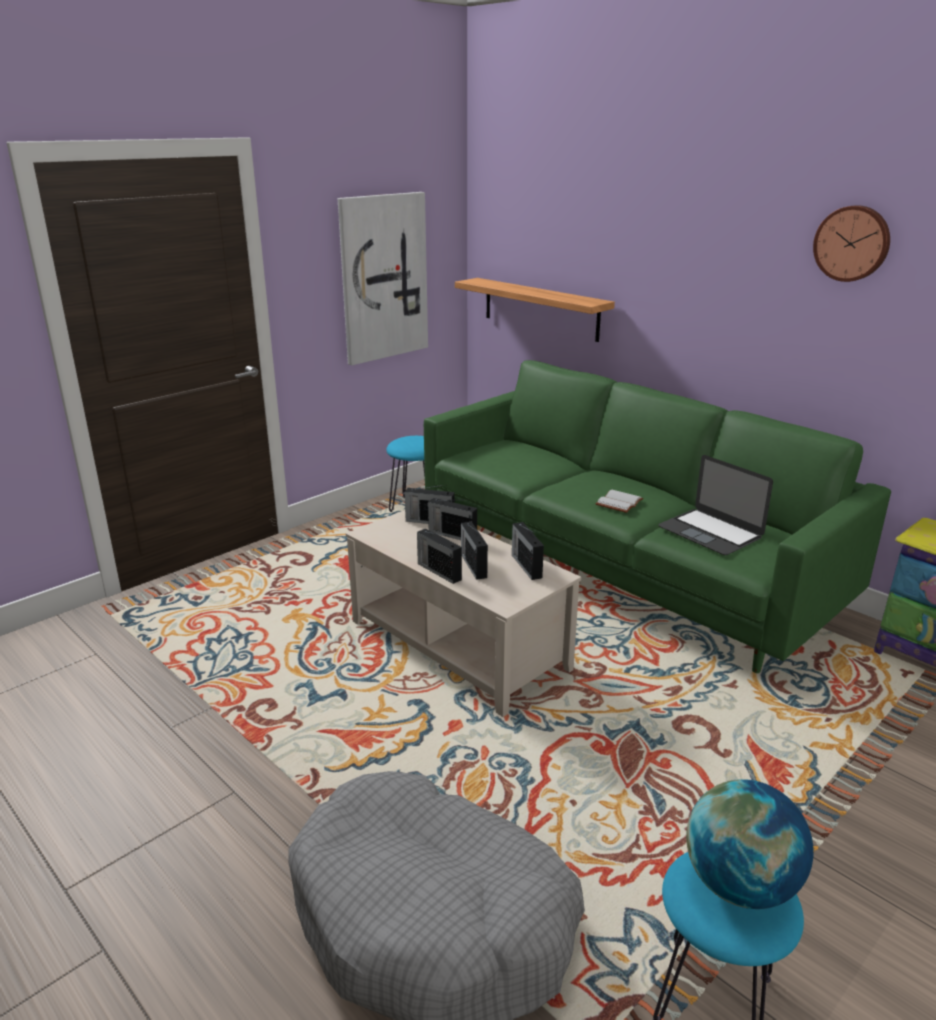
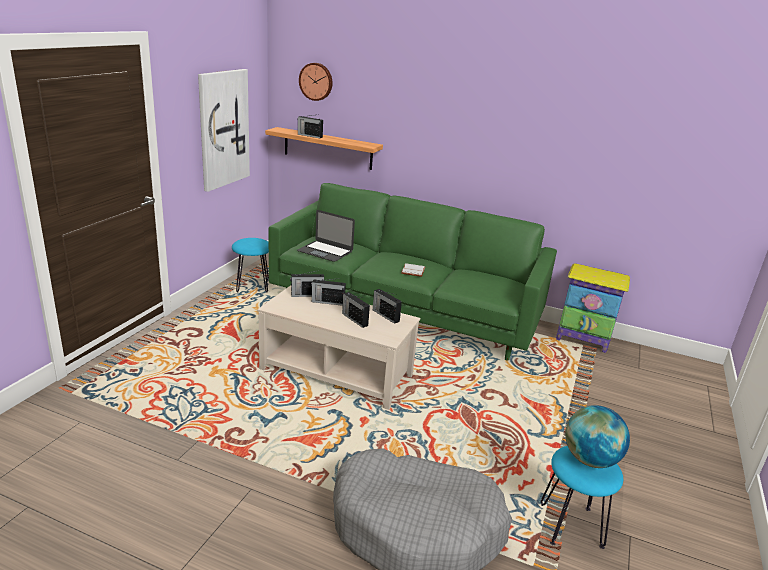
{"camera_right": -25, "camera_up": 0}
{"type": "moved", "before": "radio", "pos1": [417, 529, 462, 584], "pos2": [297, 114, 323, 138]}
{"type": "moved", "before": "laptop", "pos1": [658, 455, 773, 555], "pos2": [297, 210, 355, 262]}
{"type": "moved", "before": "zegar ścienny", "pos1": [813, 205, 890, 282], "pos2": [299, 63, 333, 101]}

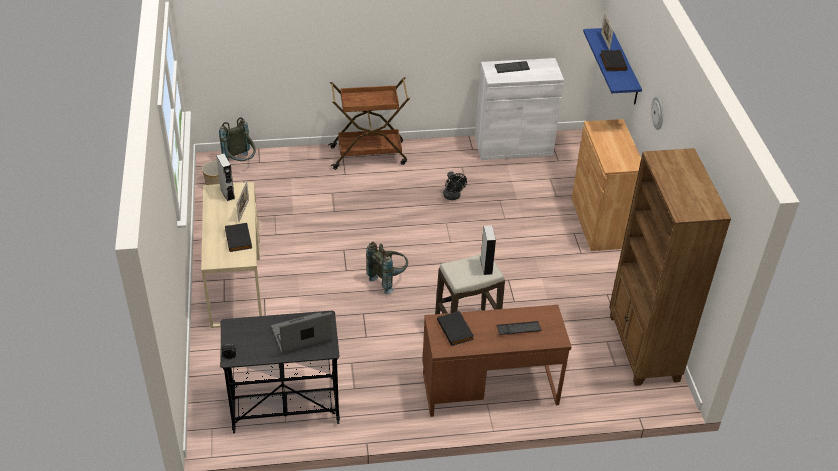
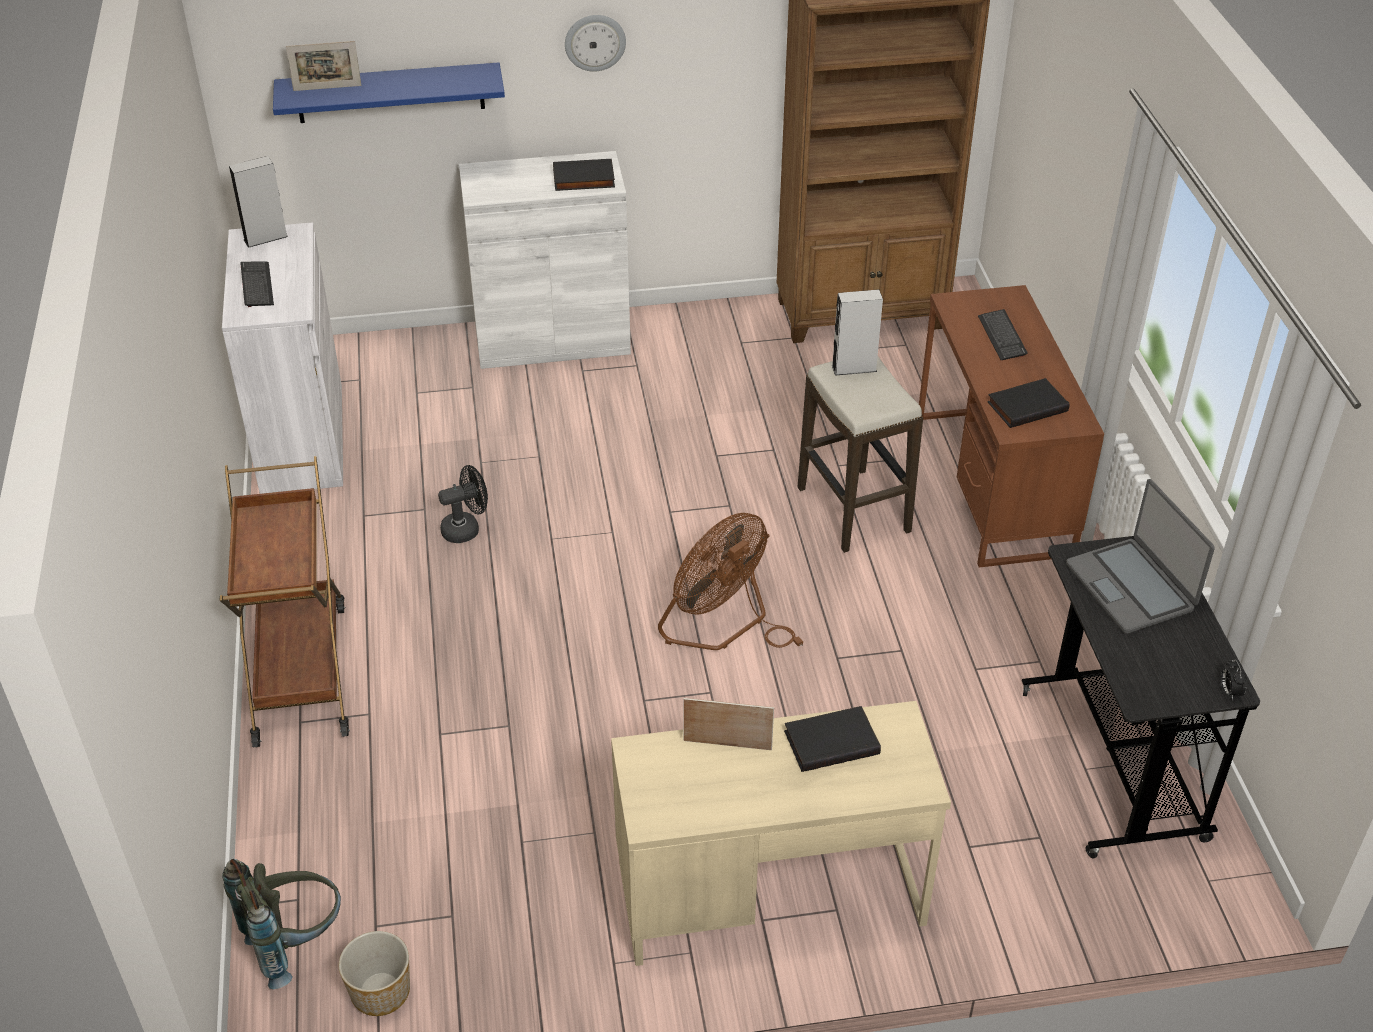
{"camera_right": -90, "camera_up": 0}
{"type": "moved", "before": "głośnik [szary]", "pos1": [216, 153, 235, 201], "pos2": [229, 156, 288, 248]}
{"type": "moved", "before": "książka [czarny]", "pos1": [600, 50, 627, 71], "pos2": [553, 159, 615, 191]}
{"type": "replaced", "before": "plecak [szary]", "after": "wentylator [brązowy]", "pos1": [366, 242, 408, 294], "pos2": [658, 513, 803, 650]}
{"type": "recoloured", "before": "szafka [brązowy]", "after": "szafka [biały]", "pos1": [571, 119, 641, 251], "pos2": [459, 151, 631, 369]}

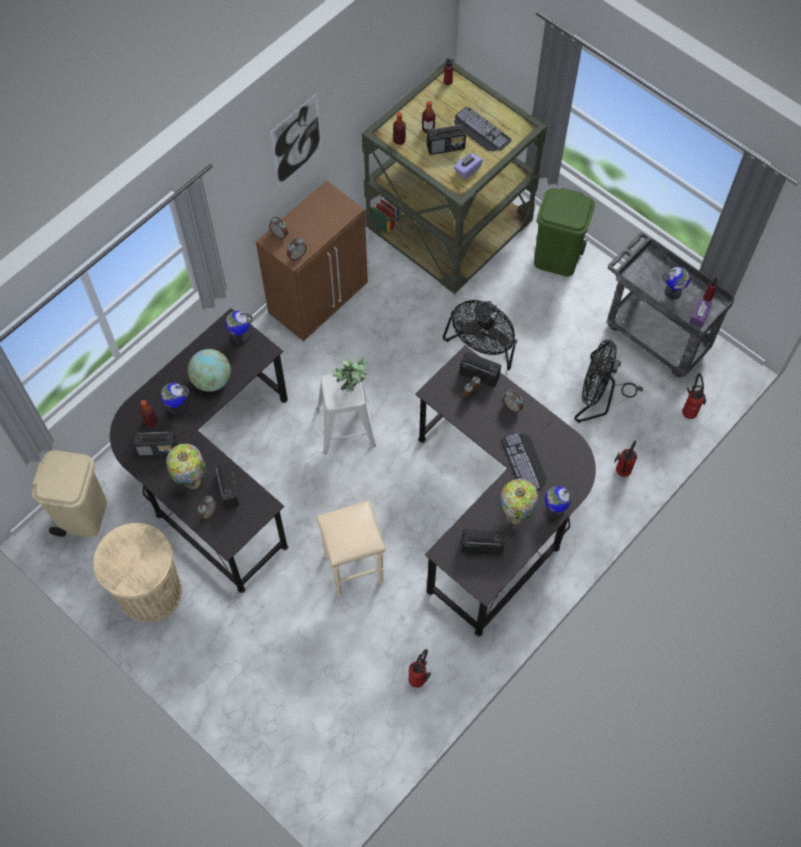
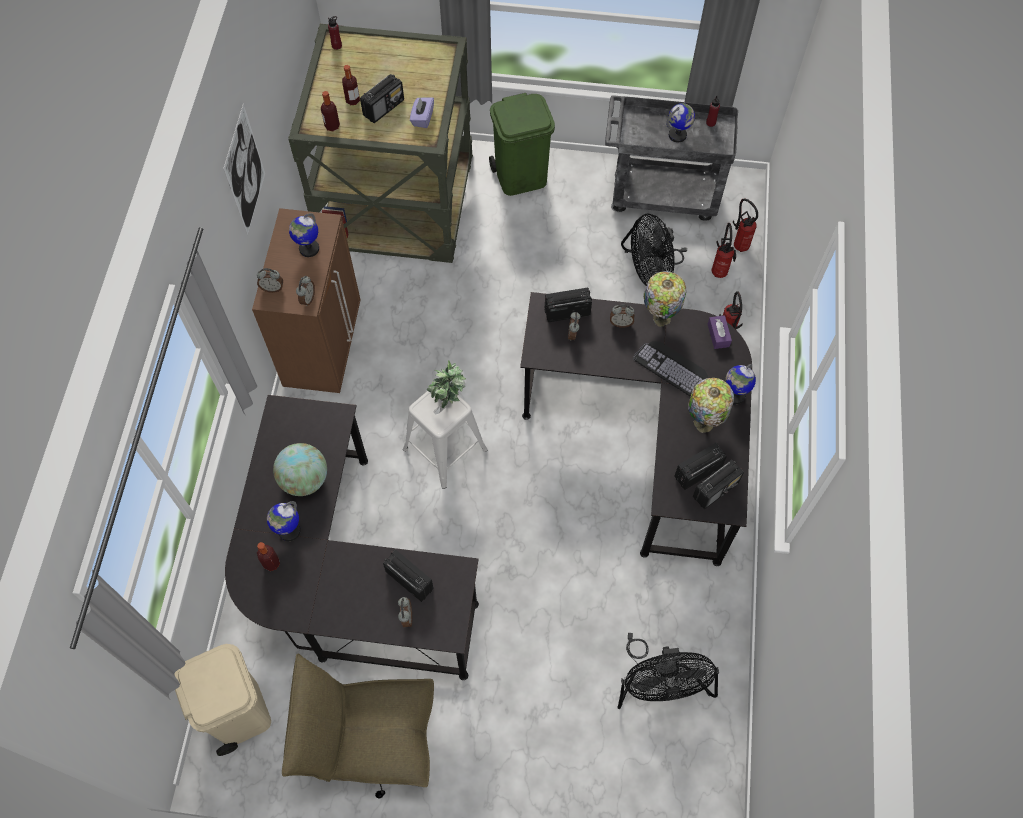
{"camera_right": -35, "camera_up": 0}
{"type": "removed", "before": "stołek [beżowy]", "pos1": [316, 501, 385, 597]}
{"type": "removed", "before": "klawiatura", "pos1": [454, 107, 512, 152]}
{"type": "moved", "before": "radio", "pos1": [133, 432, 177, 456], "pos2": [693, 460, 744, 509]}
{"type": "moved", "before": "lampa stołowa", "pos1": [166, 444, 206, 489], "pos2": [644, 271, 686, 326]}
{"type": "moved", "before": "globus", "pos1": [225, 311, 253, 344], "pos2": [289, 213, 319, 257]}
{"type": "moved", "before": "gaśnica", "pos1": [408, 649, 431, 688], "pos2": [712, 223, 736, 278]}
{"type": "moved", "before": "wentylator [czarny]", "pos1": [443, 300, 517, 370], "pos2": [618, 633, 719, 709]}
{"type": "moved", "before": "pudełko chusteczek [fioletowy]", "pos1": [690, 298, 713, 327], "pos2": [708, 315, 732, 349]}
{"type": "replaced", "before": "kosz na śmieci [beżowy]", "after": "krzesło biurowe [beżowy]", "pos1": [93, 523, 182, 623], "pos2": [282, 653, 434, 799]}

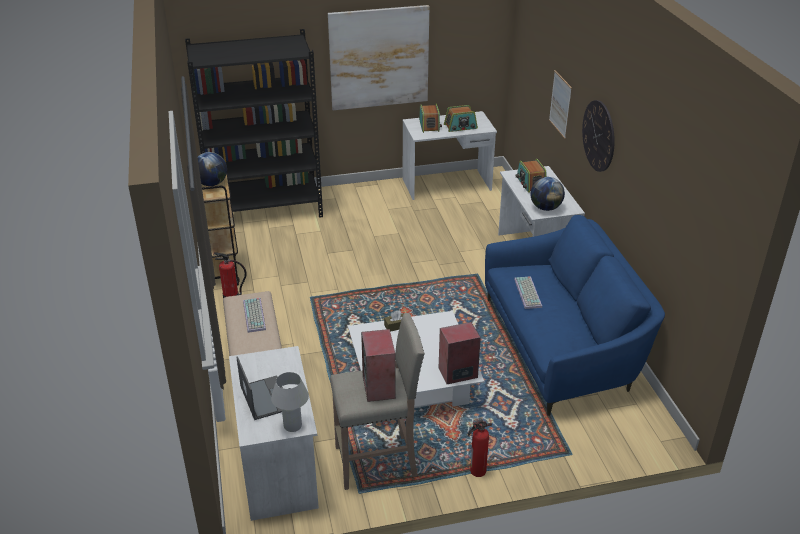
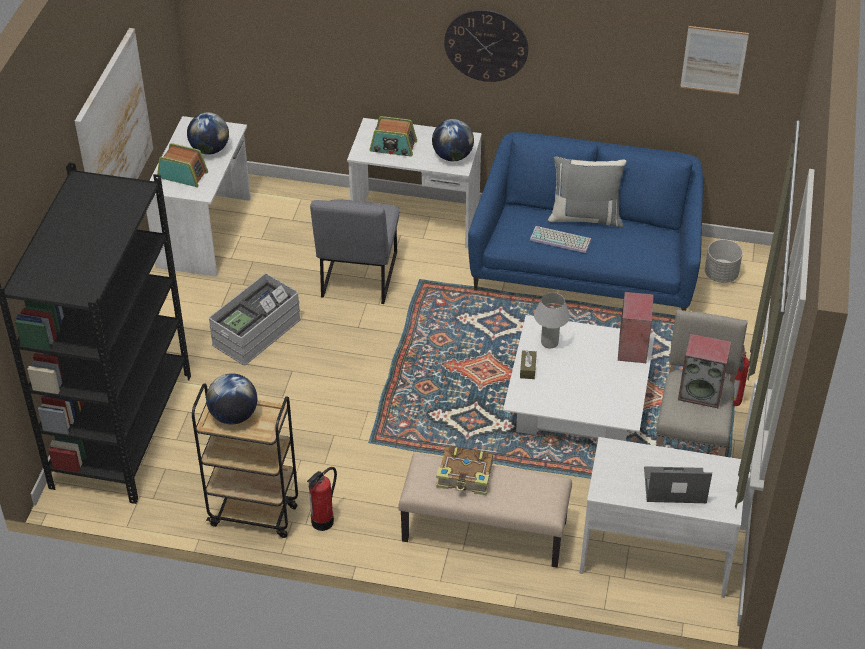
{"camera_right": -65, "camera_up": 10}
{"type": "added", "after": "pojemnik do przechowywania [szary]", "pos2": [209, 273, 301, 365]}
{"type": "added", "after": "krzesło [szary]", "pos2": [310, 199, 400, 304]}
{"type": "added", "after": "poduszka [szary]", "pos2": [548, 156, 627, 228]}
{"type": "added", "after": "donica [szary]", "pos2": [705, 239, 743, 283]}
{"type": "moved", "before": "lampa stołowa [biały]", "pos1": [271, 372, 309, 432], "pos2": [534, 292, 570, 348]}
{"type": "moved", "before": "obraz", "pos1": [549, 70, 572, 139], "pos2": [680, 26, 749, 95]}
{"type": "replaced", "before": "klawiatura", "after": "książka", "pos1": [243, 298, 266, 333], "pos2": [436, 446, 493, 495]}
{"type": "replaced", "before": "radio", "after": "globus", "pos1": [444, 105, 478, 132], "pos2": [187, 113, 229, 155]}

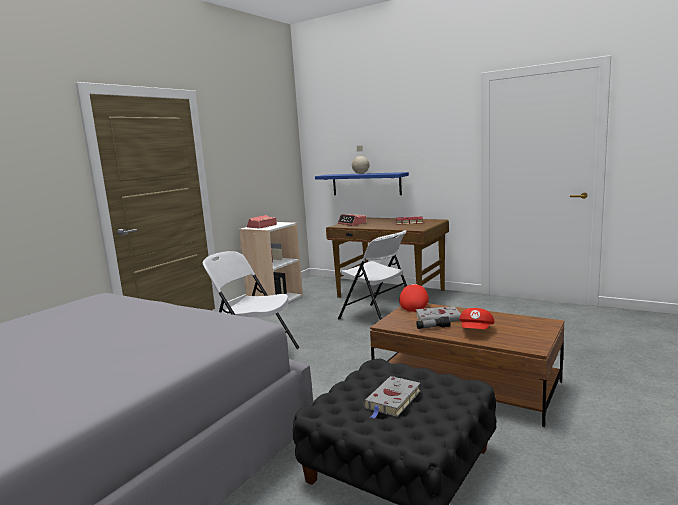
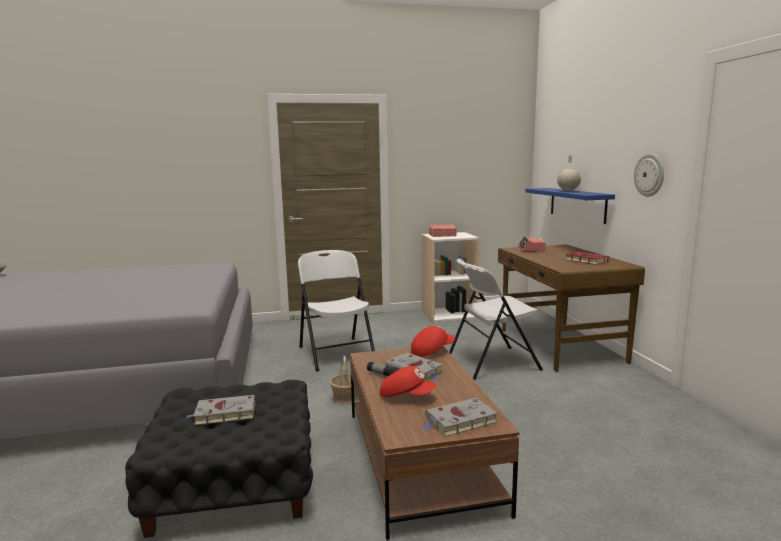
{"camera_right": 45, "camera_up": 0}
{"type": "added", "after": "koszyk", "pos2": [330, 355, 359, 405]}
{"type": "added", "after": "książka [szary]", "pos2": [422, 398, 498, 437]}
{"type": "added", "after": "zegar ścienny", "pos2": [634, 153, 664, 197]}
{"type": "turned", "before": "krzesło [biały]", "pos1": [338, 230, 407, 320], "pos2": [449, 258, 543, 380], "turn": 75}
{"type": "turned", "before": "czapka z daszkiem [czerwony]", "pos1": [459, 308, 495, 329], "pos2": [380, 366, 436, 397], "turn": -135}

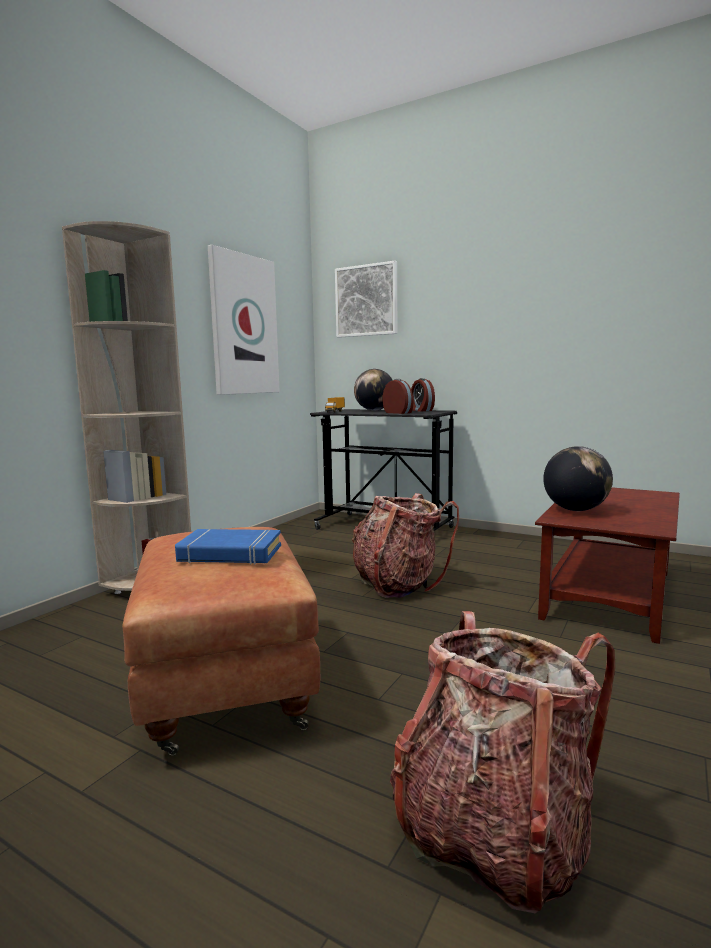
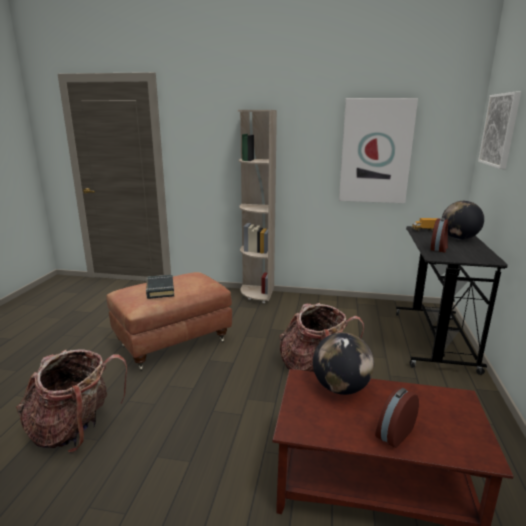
{"camera_right": 70, "camera_up": 10}
{"type": "moved", "before": "budzik", "pos1": [411, 378, 435, 411], "pos2": [375, 387, 419, 448]}
{"type": "recoloured", "before": "książka [niebieski]", "after": "książka [czarny]", "pos1": [175, 529, 281, 565], "pos2": [146, 275, 174, 299]}

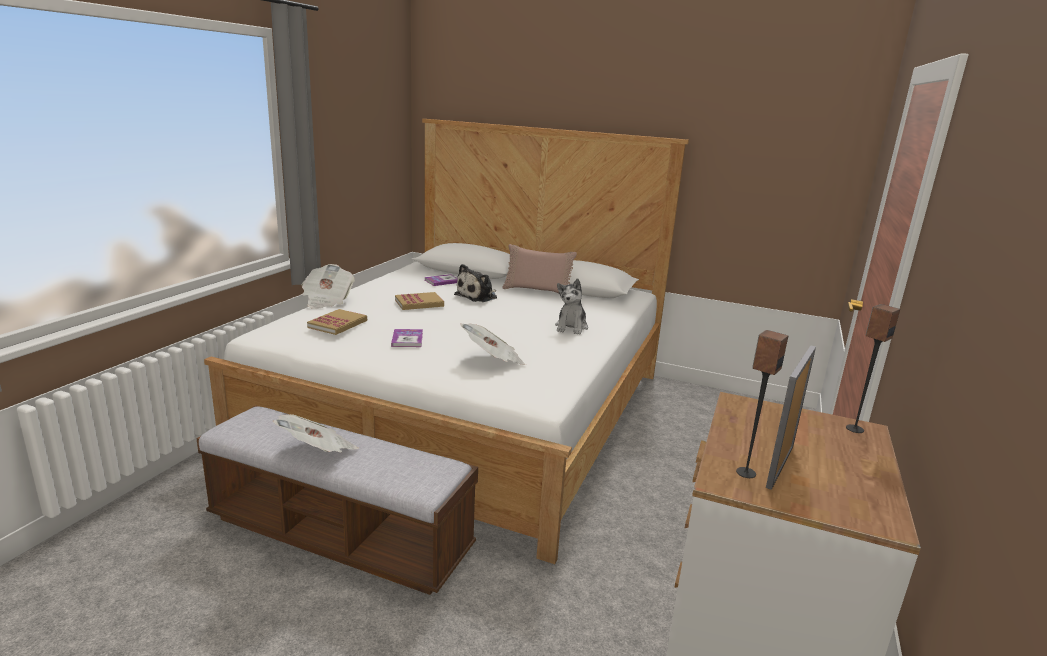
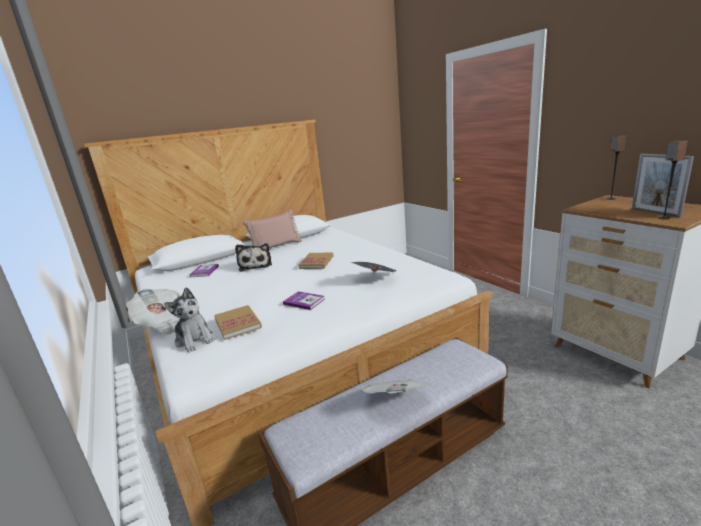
{"camera_right": -50, "camera_up": 0}
{"type": "moved", "before": "książka", "pos1": [395, 292, 444, 310], "pos2": [299, 252, 334, 269]}
{"type": "moved", "before": "pluszak", "pos1": [555, 279, 588, 335], "pos2": [164, 288, 215, 353]}

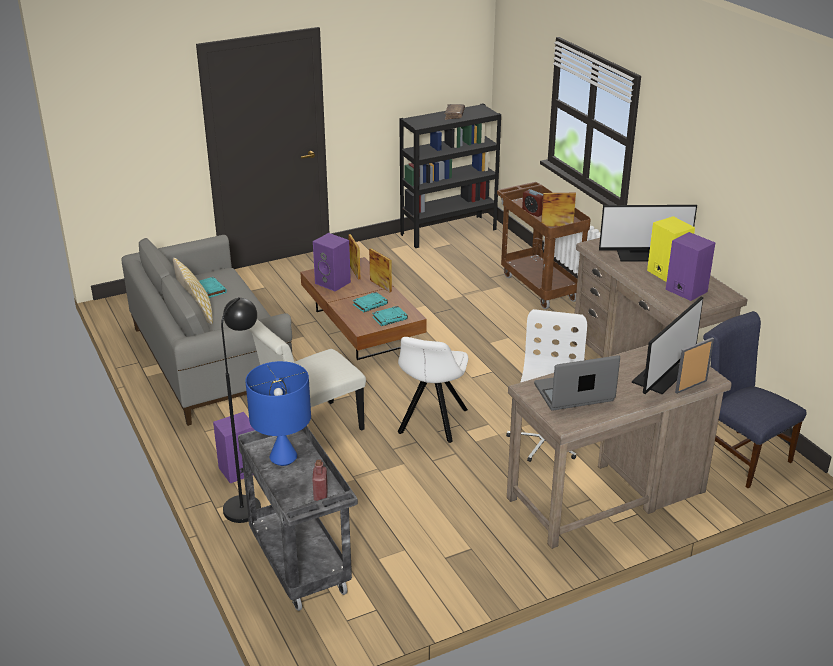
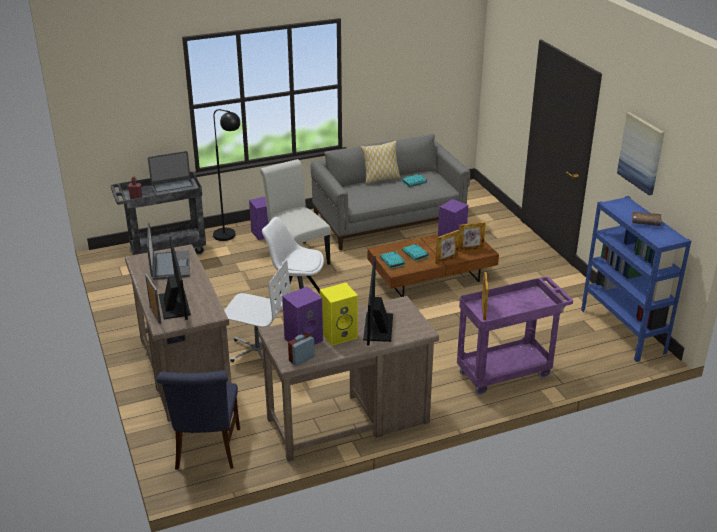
{"camera_right": 95, "camera_up": 0}
{"type": "added", "after": "obraz", "pos2": [617, 112, 664, 195]}
{"type": "moved", "before": "budzik", "pos1": [522, 189, 543, 217], "pos2": [288, 333, 315, 366]}
{"type": "replaced", "before": "lampa stołowa [niebieski]", "after": "laptop", "pos1": [245, 361, 311, 466], "pos2": [148, 151, 196, 195]}
{"type": "recoloured", "before": "regał [czarny]", "after": "regał [niebieski]", "pos1": [399, 103, 501, 248], "pos2": [581, 196, 691, 362]}
{"type": "recoloured", "before": "wózek [brązowy]", "after": "wózek [fioletowy]", "pos1": [497, 182, 591, 309], "pos2": [457, 276, 573, 395]}
{"type": "turned", "before": "monitor", "pos1": [632, 297, 703, 394], "pos2": [159, 237, 191, 320], "turn": -150}
{"type": "turned", "before": "krzesło [niebieski]", "pos1": [703, 311, 807, 488], "pos2": [157, 370, 240, 470], "turn": 120}

